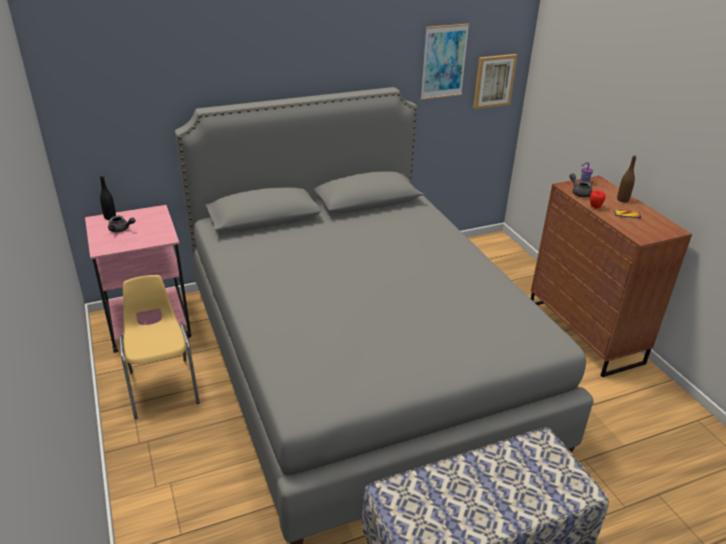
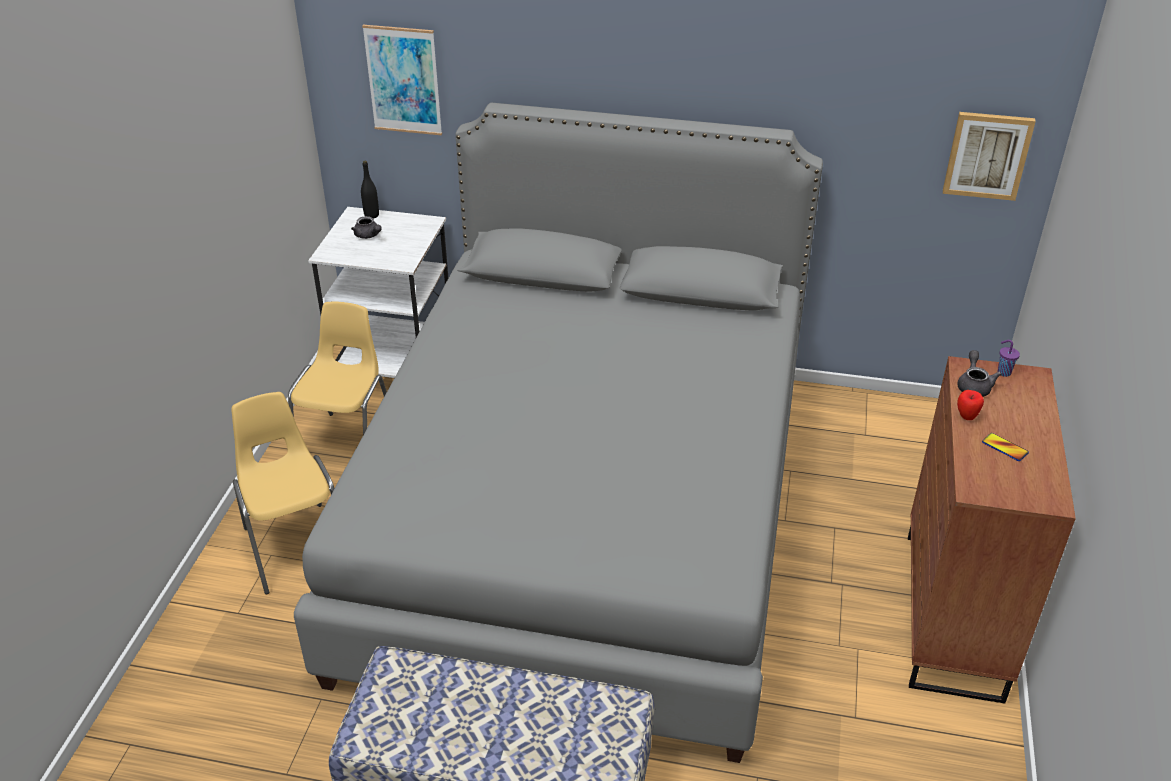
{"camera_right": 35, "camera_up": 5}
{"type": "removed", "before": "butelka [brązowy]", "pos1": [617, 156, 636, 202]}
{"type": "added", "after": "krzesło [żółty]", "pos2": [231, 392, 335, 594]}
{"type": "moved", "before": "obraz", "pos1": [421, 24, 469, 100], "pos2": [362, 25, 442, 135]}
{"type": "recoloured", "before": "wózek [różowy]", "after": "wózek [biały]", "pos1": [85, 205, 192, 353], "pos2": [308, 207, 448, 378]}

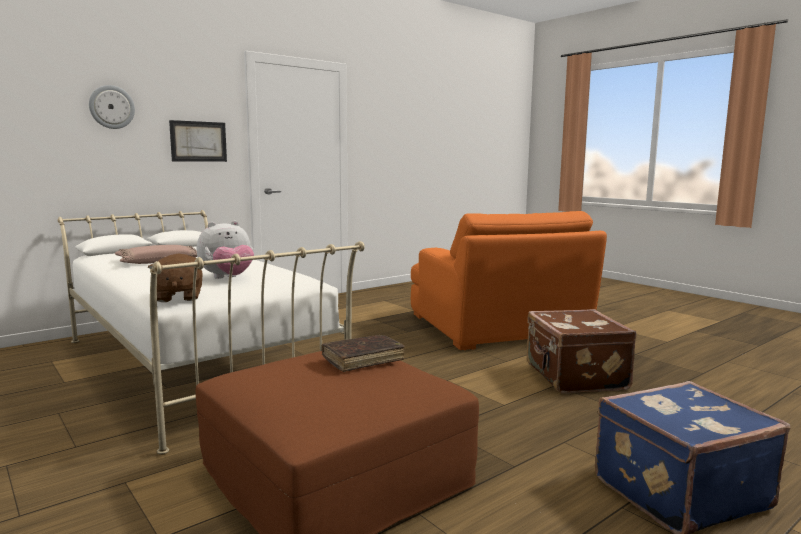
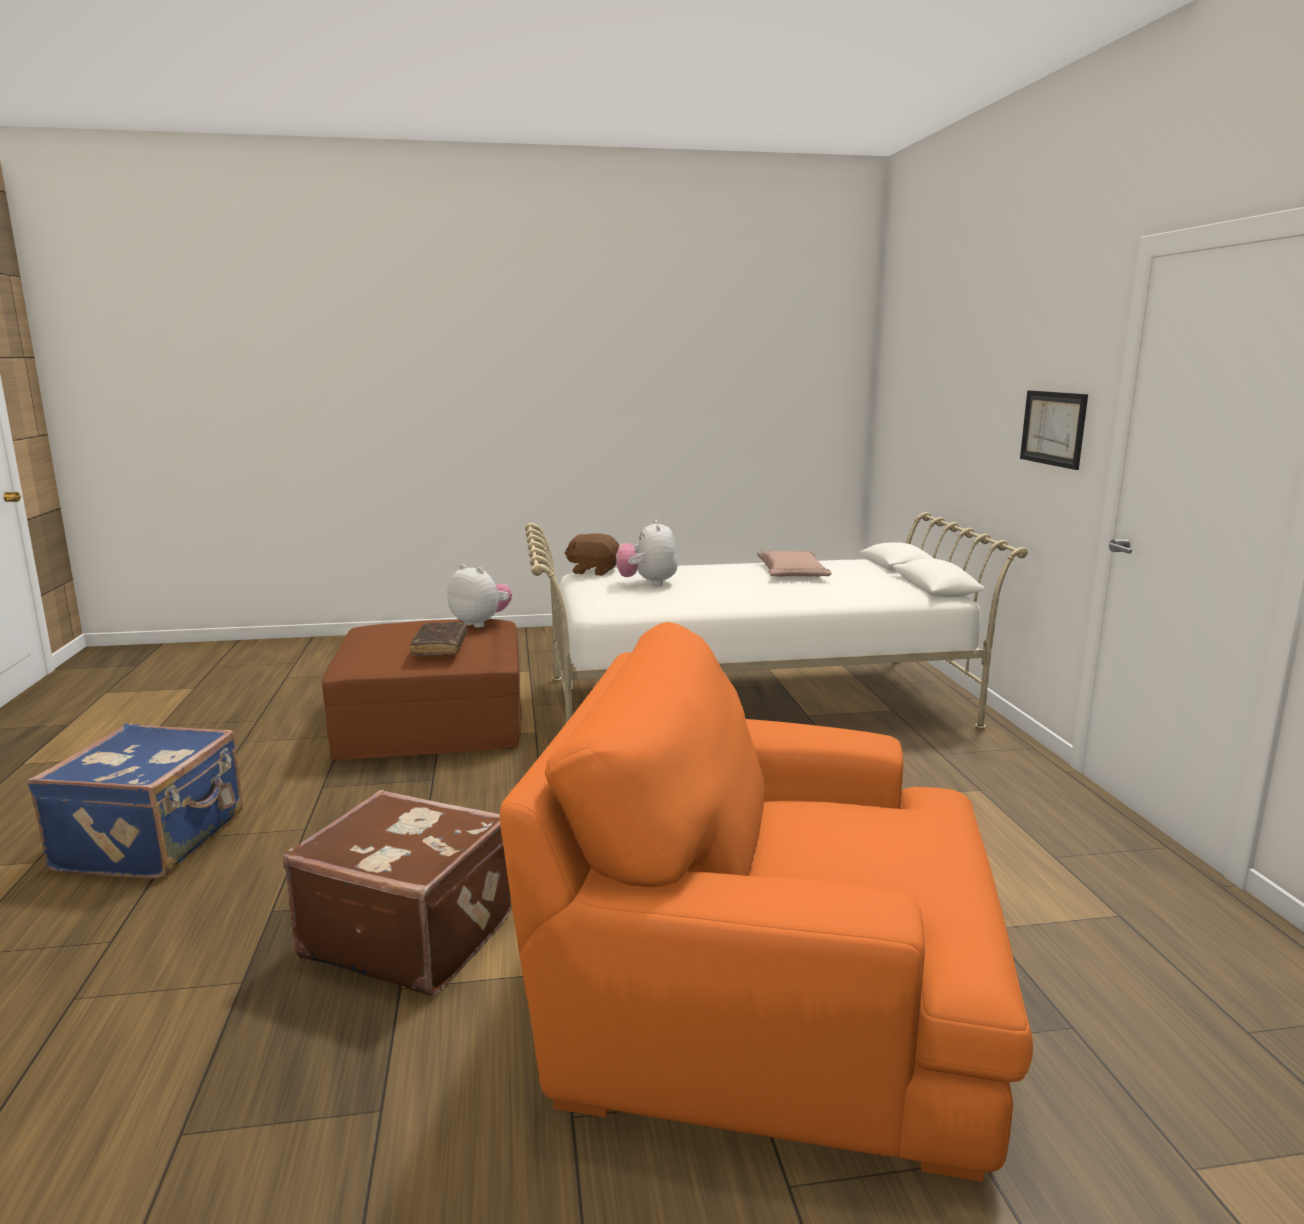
{"camera_right": 120, "camera_up": 5}
{"type": "removed", "before": "zegar ścienny", "pos1": [89, 85, 135, 129]}
{"type": "added", "after": "pluszak", "pos2": [447, 564, 512, 628]}

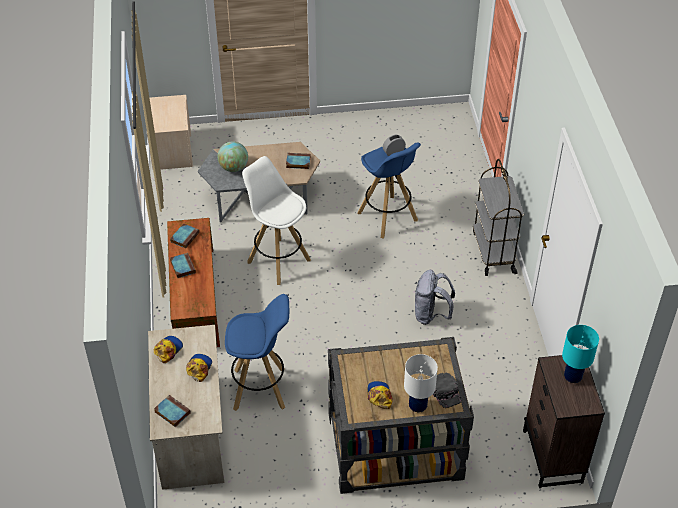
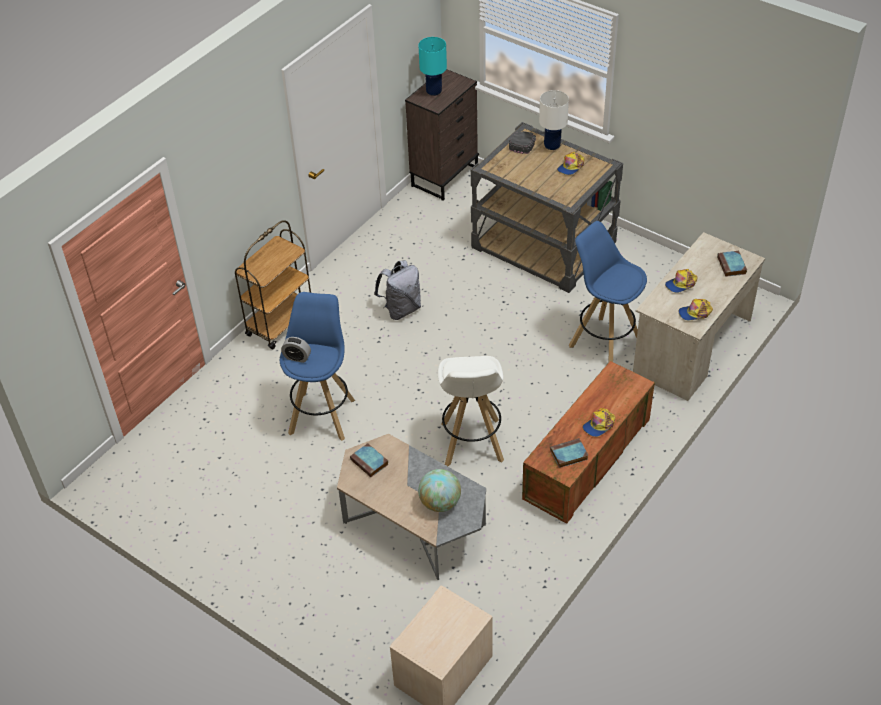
{"camera_right": -135, "camera_up": 0}
{"type": "replaced", "before": "książka", "after": "czapka z daszkiem", "pos1": [170, 253, 196, 278], "pos2": [583, 408, 615, 437]}
{"type": "recoloured", "before": "wózek [szary]", "after": "wózek [brązowy]", "pos1": [473, 159, 524, 276], "pos2": [235, 220, 311, 349]}

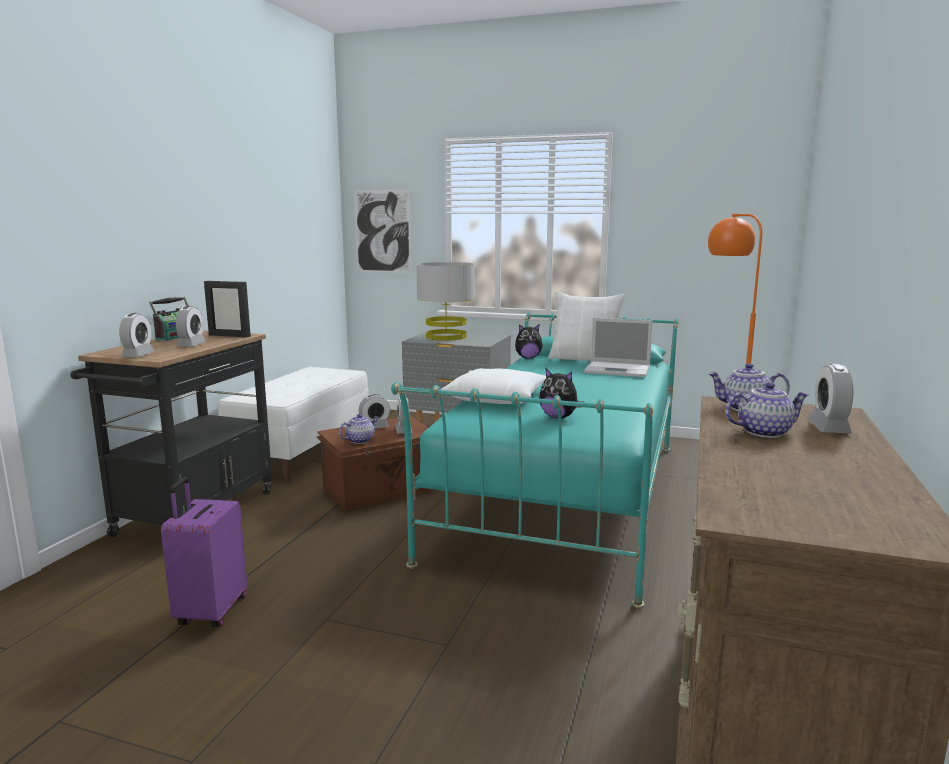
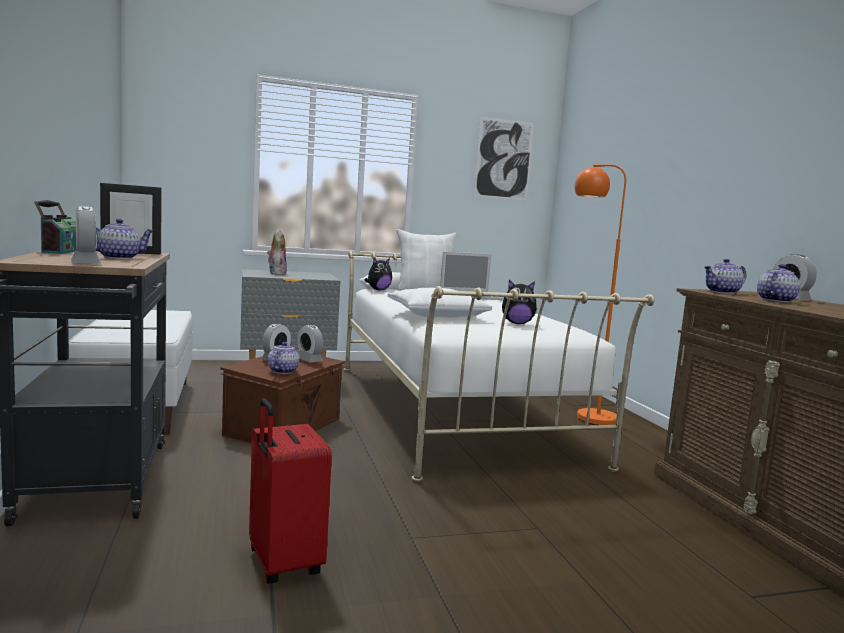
{"camera_right": -35, "camera_up": -5}
{"type": "moved", "before": "obraz", "pos1": [354, 190, 411, 273], "pos2": [474, 117, 534, 200]}
{"type": "replaced", "before": "budzik", "after": "imbryk", "pos1": [176, 306, 207, 347], "pos2": [96, 219, 154, 259]}
{"type": "replaced", "before": "lampa stołowa [szary]", "after": "pluszak", "pos1": [416, 262, 475, 341], "pos2": [267, 229, 287, 275]}
{"type": "recoloured", "before": "walizka [fioletowy]", "after": "walizka [czerwony]", "pos1": [161, 477, 247, 627], "pos2": [249, 398, 332, 584]}
{"type": "recoloured", "before": "łóżko [turkusowy]", "after": "łóżko [biały]", "pos1": [391, 312, 679, 609], "pos2": [344, 251, 655, 482]}

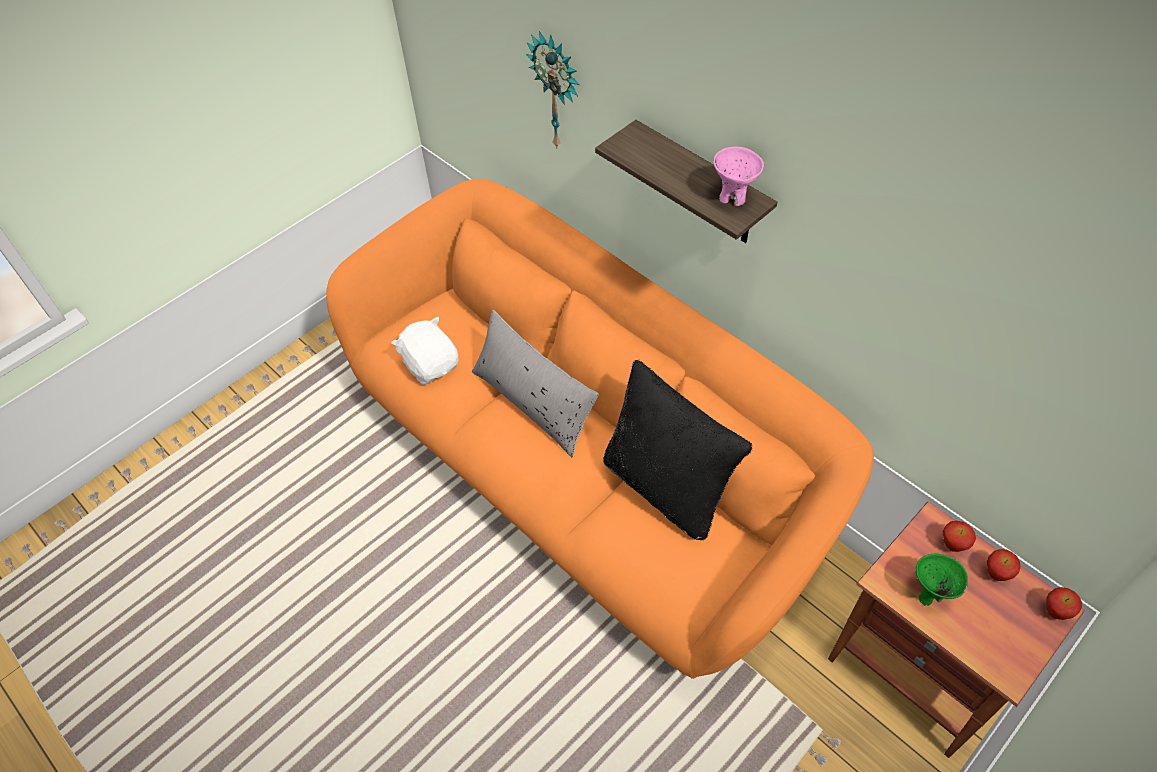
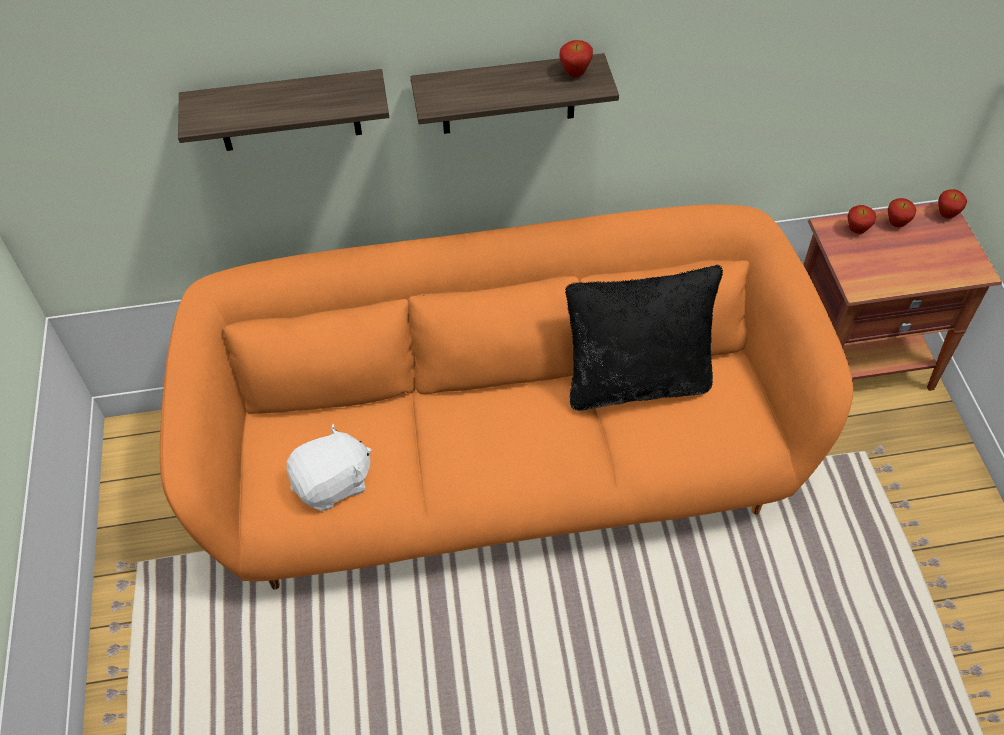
{"camera_right": -55, "camera_up": 0}
{"type": "removed", "before": "poduszka [szary]", "pos1": [472, 310, 599, 457]}
{"type": "removed", "before": "miska [zielony]", "pos1": [916, 554, 968, 606]}
{"type": "replaced", "before": "zegar ścienny", "after": "półka", "pos1": [526, 31, 579, 149], "pos2": [178, 69, 389, 151]}
{"type": "replaced", "before": "miska [różowy]", "after": "jabłko", "pos1": [714, 147, 764, 206], "pos2": [560, 40, 593, 77]}
{"type": "turned", "before": "pluszak [biały]", "pos1": [391, 316, 459, 385], "pos2": [286, 424, 372, 511], "turn": 150}

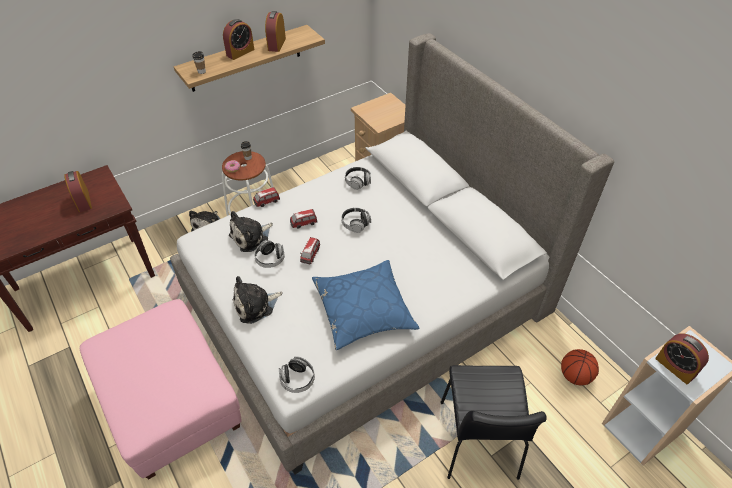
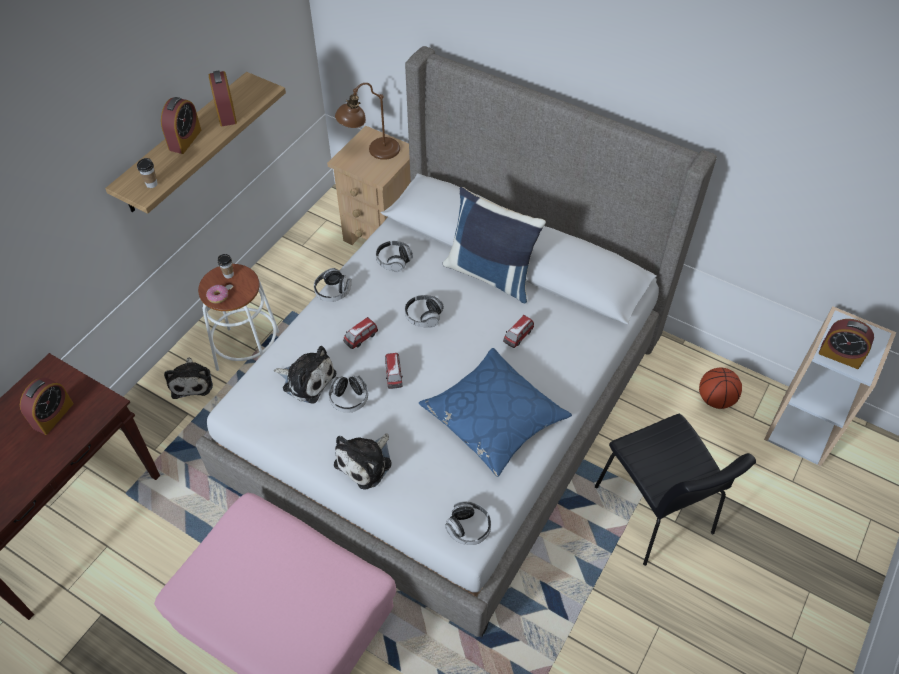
{"camera_right": -25, "camera_up": 5}
{"type": "added", "after": "słuchawki", "pos2": [314, 268, 351, 302]}
{"type": "added", "after": "lampa stołowa [brązowy]", "pos2": [335, 83, 400, 160]}
{"type": "added", "after": "poduszka [niebieski]", "pos2": [442, 187, 546, 303]}
{"type": "moved", "before": "samochodzik", "pos1": [253, 187, 280, 207], "pos2": [503, 315, 534, 348]}
{"type": "turned", "before": "budzik", "pos1": [64, 171, 92, 212], "pos2": [20, 377, 74, 435], "turn": -105}
{"type": "turned", "before": "pluszak", "pos1": [229, 211, 273, 252], "pos2": [274, 346, 336, 404], "turn": -90}

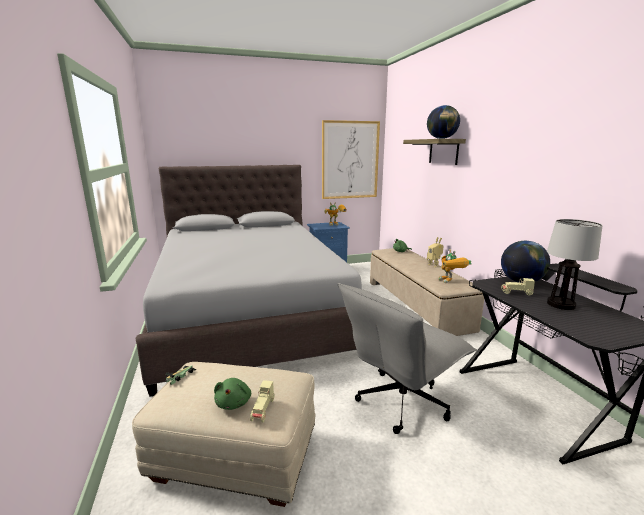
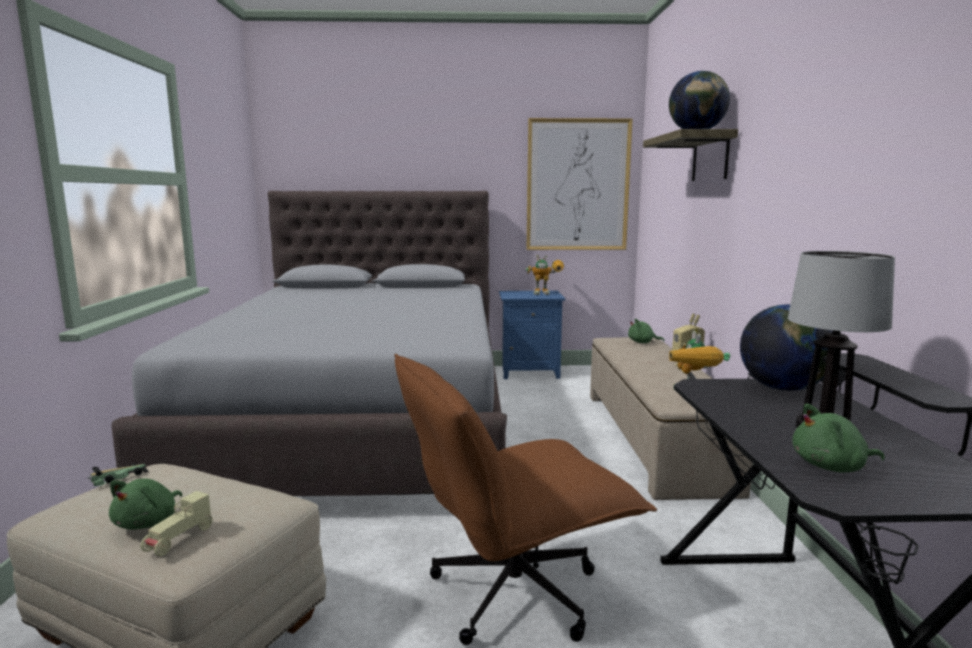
{"camera_right": 15, "camera_up": -5}
{"type": "removed", "before": "samochodzik [beżowy]", "pos1": [501, 278, 535, 296]}
{"type": "added", "after": "pluszak [zielony]", "pos2": [792, 404, 885, 473]}
{"type": "recoloured", "before": "krzesło biurowe [szary]", "after": "krzesło biurowe [brązowy]", "pos1": [338, 283, 478, 434], "pos2": [394, 354, 657, 645]}

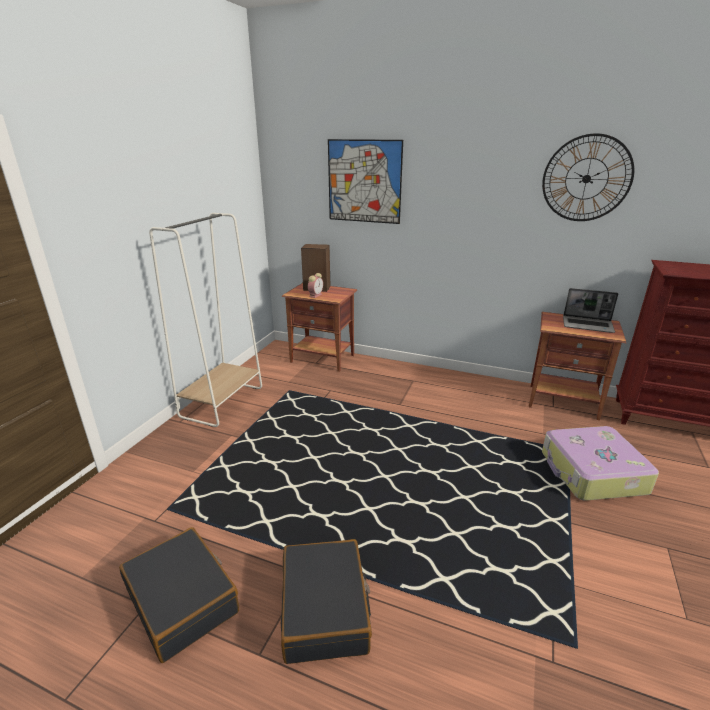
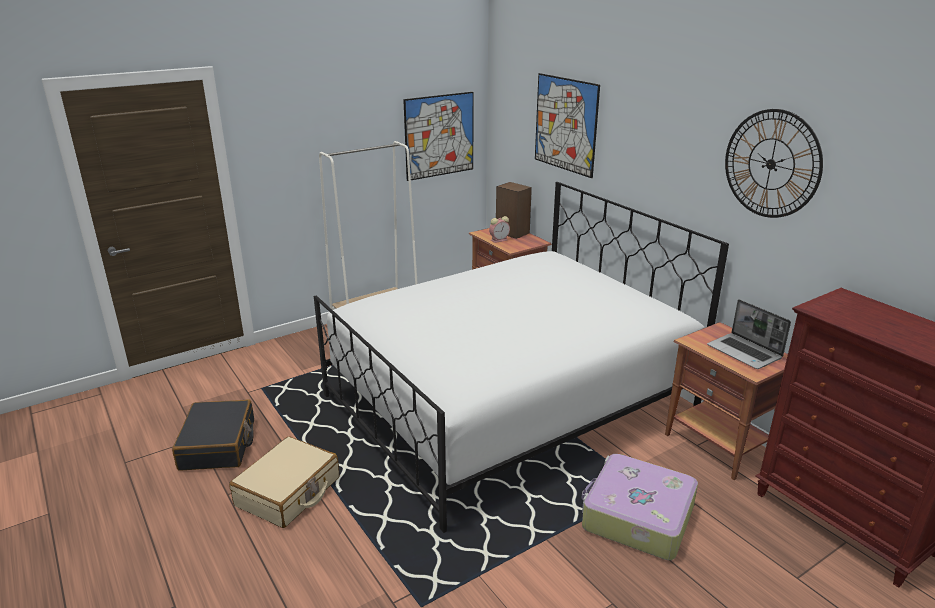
{"camera_right": 35, "camera_up": 0}
{"type": "added", "after": "łóżko [biały]", "pos2": [314, 182, 729, 533]}
{"type": "added", "after": "obraz", "pos2": [403, 92, 474, 181]}
{"type": "recoloured", "before": "walizka [czarny]", "after": "walizka [beżowy]", "pos1": [281, 539, 372, 664], "pos2": [229, 436, 339, 528]}

